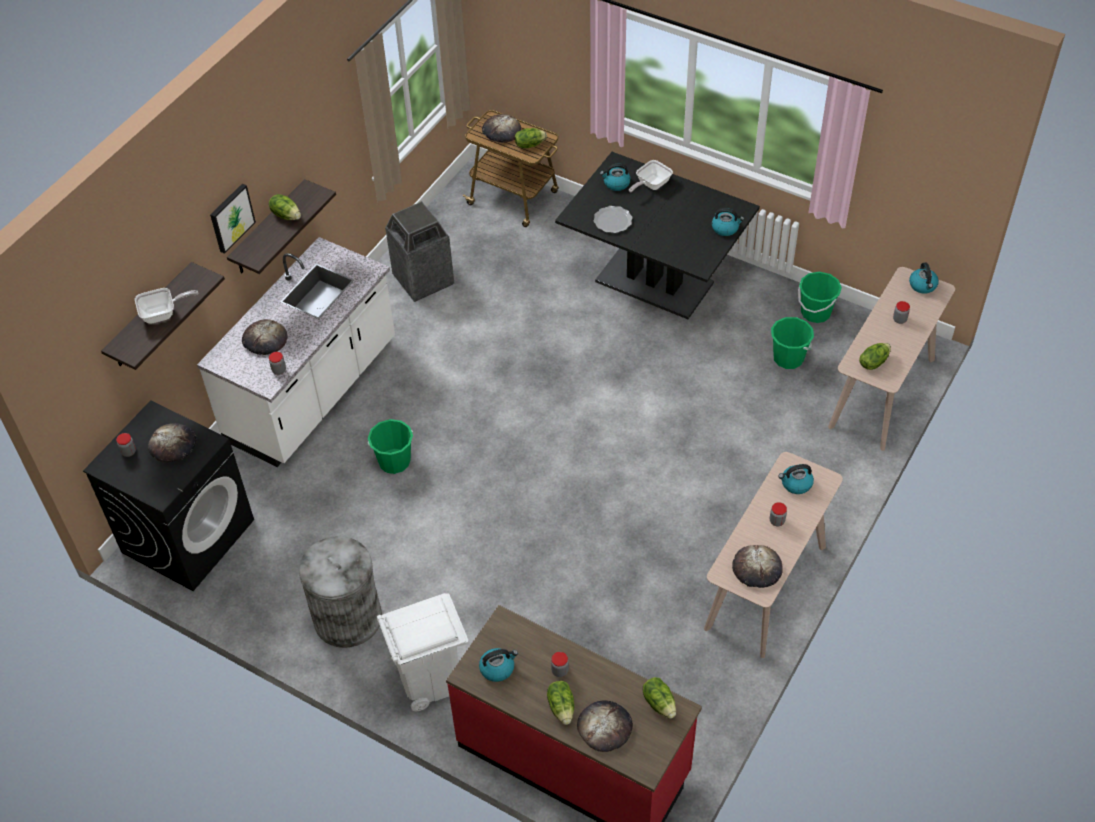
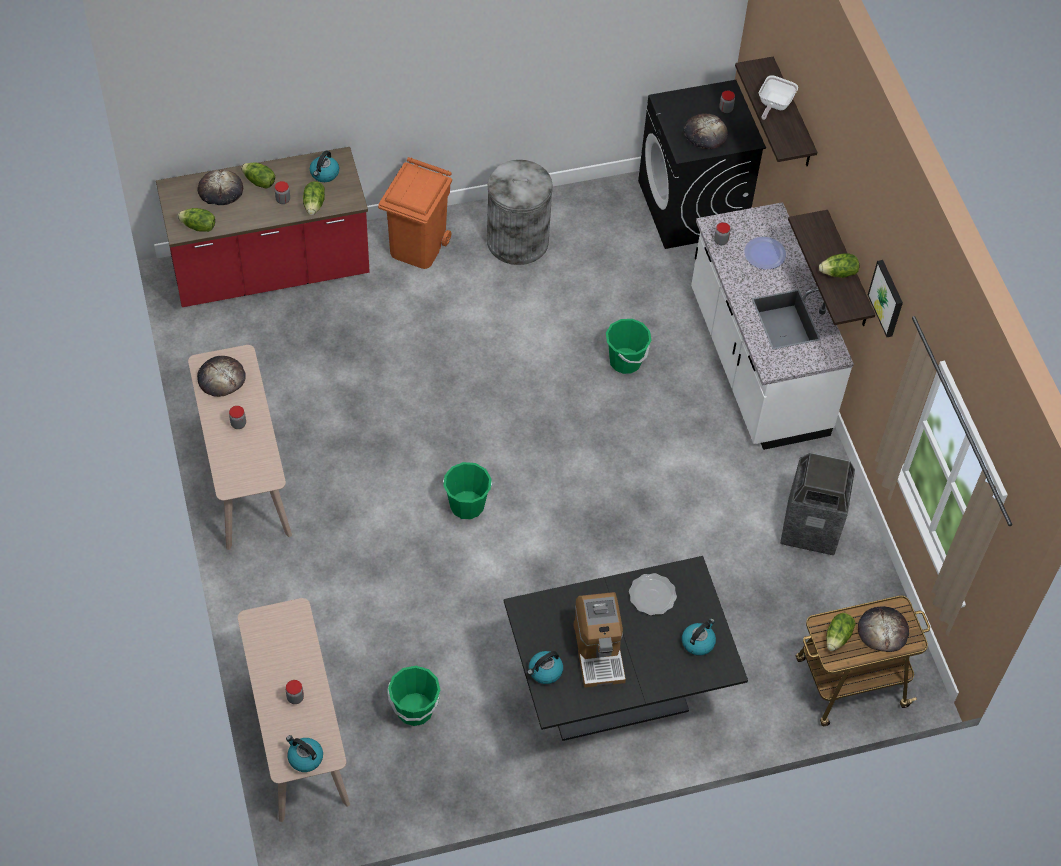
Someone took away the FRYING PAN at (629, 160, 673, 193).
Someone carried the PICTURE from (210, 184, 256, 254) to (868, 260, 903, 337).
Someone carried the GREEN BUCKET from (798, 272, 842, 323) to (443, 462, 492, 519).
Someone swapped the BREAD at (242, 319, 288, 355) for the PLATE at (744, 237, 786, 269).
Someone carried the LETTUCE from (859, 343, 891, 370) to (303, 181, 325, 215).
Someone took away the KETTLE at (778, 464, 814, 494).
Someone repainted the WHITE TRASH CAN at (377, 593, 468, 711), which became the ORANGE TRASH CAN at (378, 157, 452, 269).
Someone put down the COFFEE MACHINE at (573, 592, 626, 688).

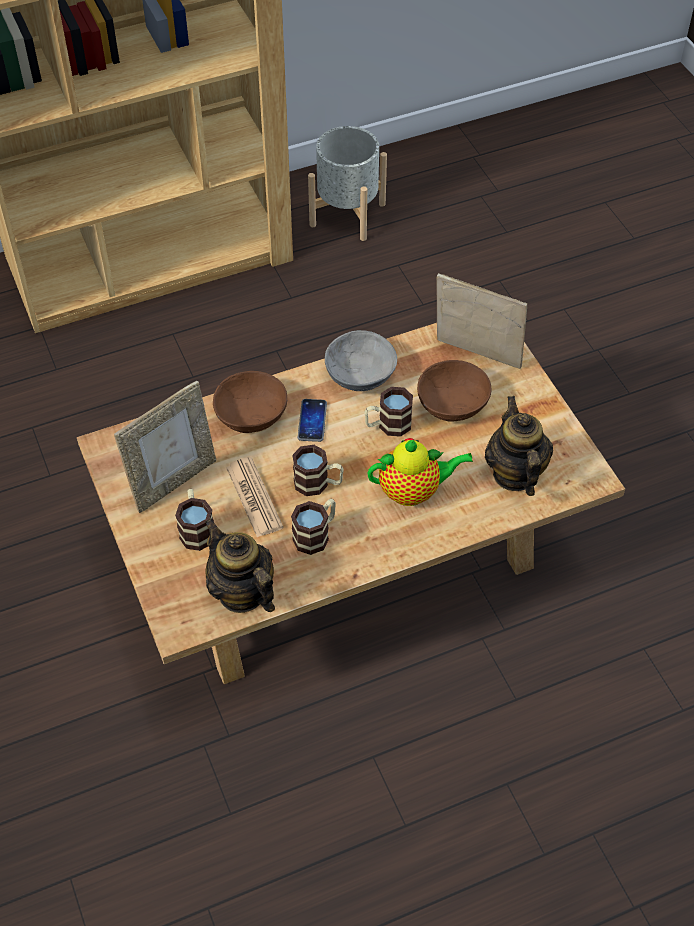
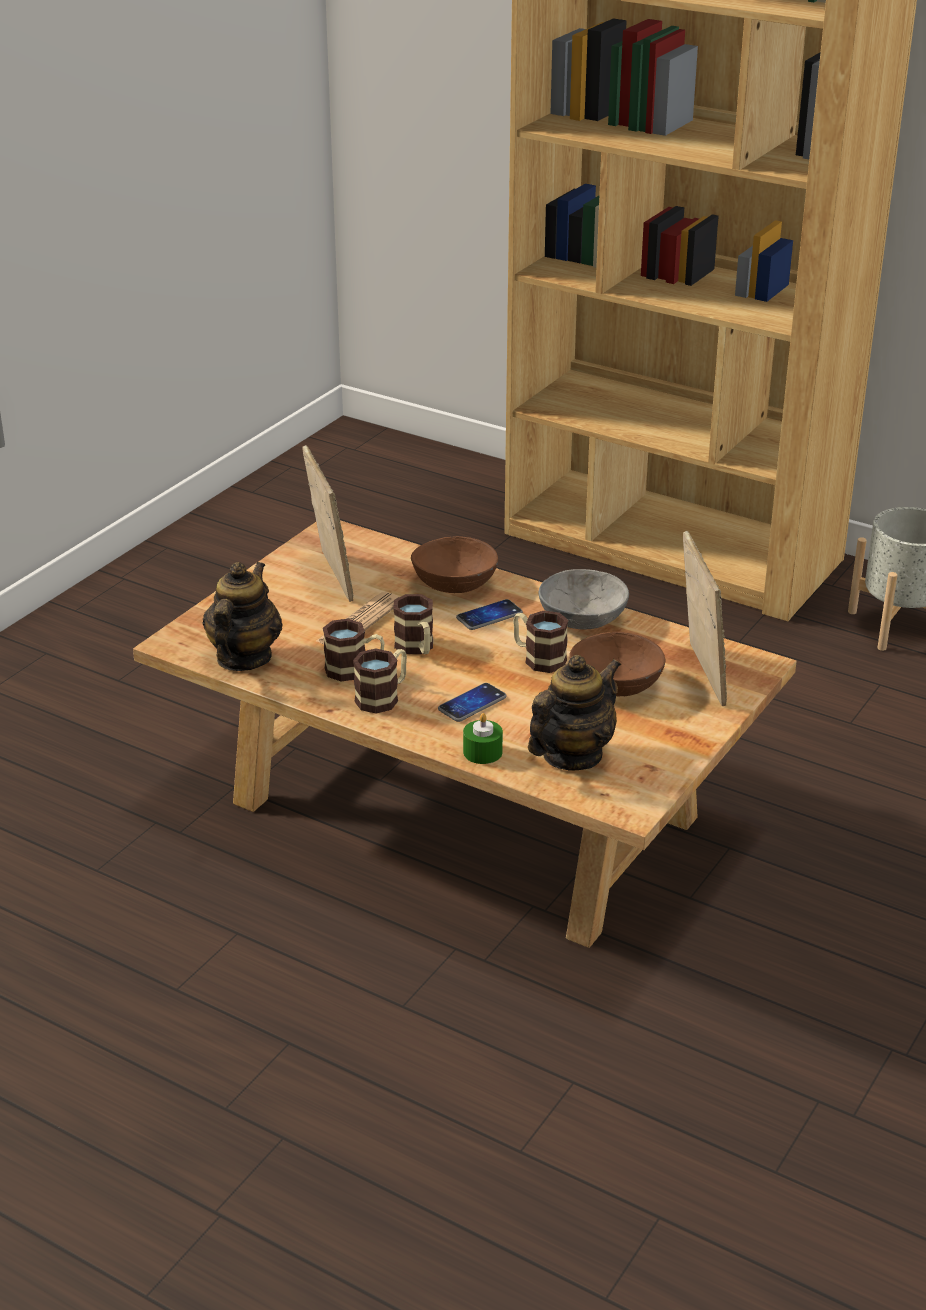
Someone rotated the PICTURE FRAME at (114, 381, 216, 513) by 120 degrees counterclockwise.
Someone swapped the TEAPOT at (367, 438, 473, 506) for the PHONE at (438, 683, 507, 722).
Someone carried the MUG from (175, 489, 214, 551) to (353, 648, 407, 714).
Someone put down the GREEN CANDLE at (463, 713, 503, 764).

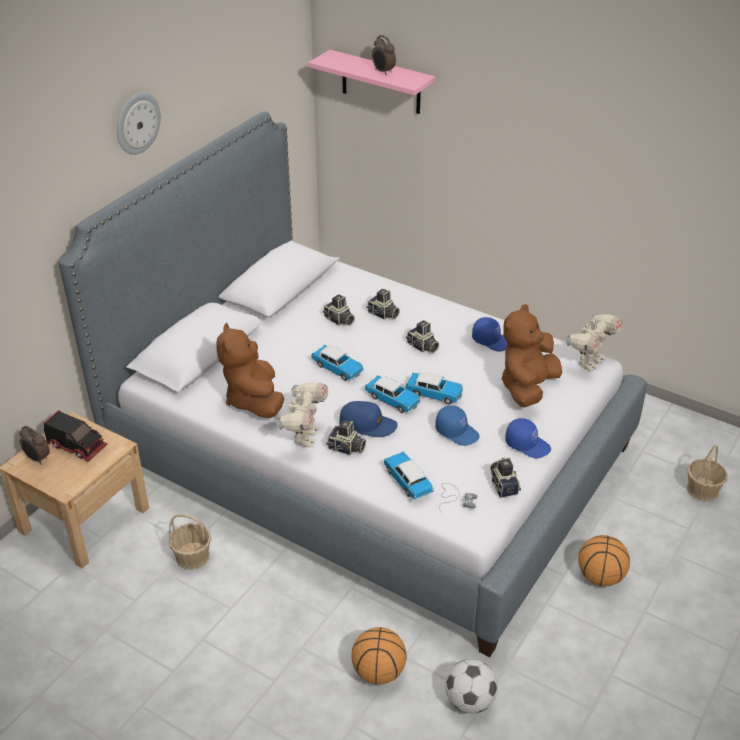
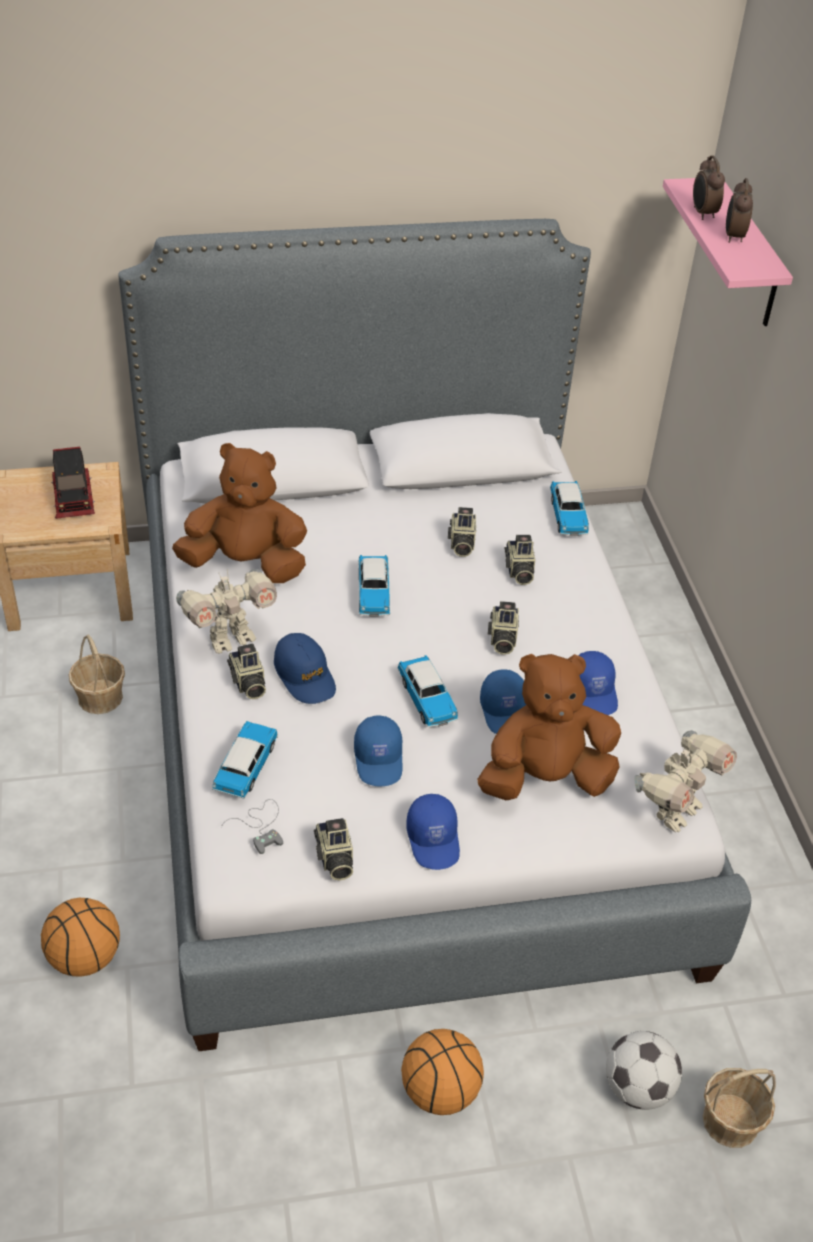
Someone took away the WALL CLOCK at (117, 92, 161, 155).
Someone rotated the TOY ROBOT at (565, 314, 623, 371) by 45 degrees counterclockwise.
Someone rotated the BROWN PLUSH TOY at (216, 323, 284, 418) by 60 degrees clockwise.
Someone carried the TOY CAR from (365, 375, 421, 413) to (550, 481, 589, 536).
Someone carried the ALARM CLOCK from (20, 426, 50, 465) to (693, 156, 725, 220).
Someone rotated the PHOTO CAMERA at (490, 457, 521, 498) by 135 degrees clockwise.
Someone carried the FOOTBALL from (445, 659, 498, 714) to (606, 1031, 682, 1110).
Someone put down the BLUE CAP at (480, 669, 526, 734).

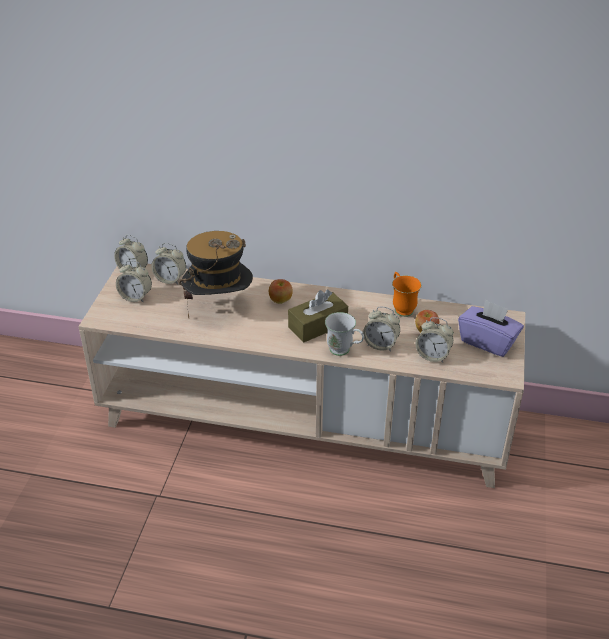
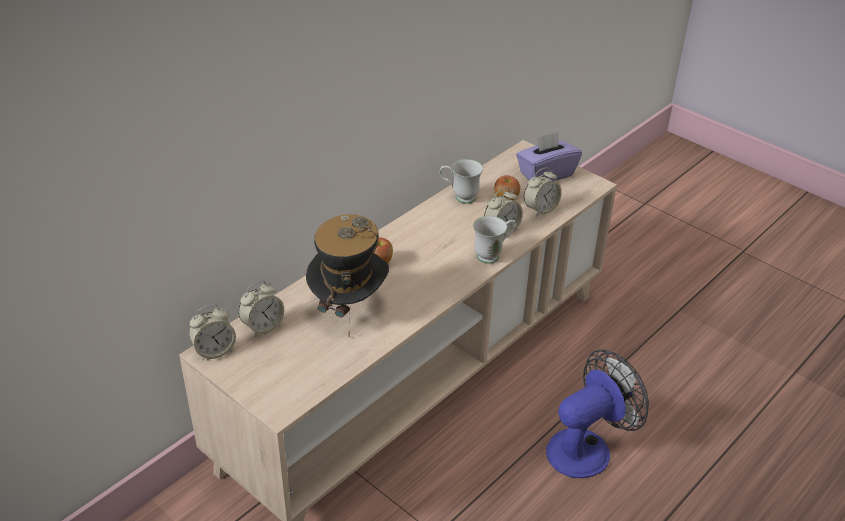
Someone took away the ALARM CLOCK at (116, 260, 152, 303).
Someone repainted the ORANGE MUG at (392, 272, 422, 317), which became the WHITE MUG at (440, 159, 483, 204).
Someone took away the BROWN TISSUE BOX at (288, 290, 348, 343).
Someone put down the FAN at (546, 349, 649, 478).

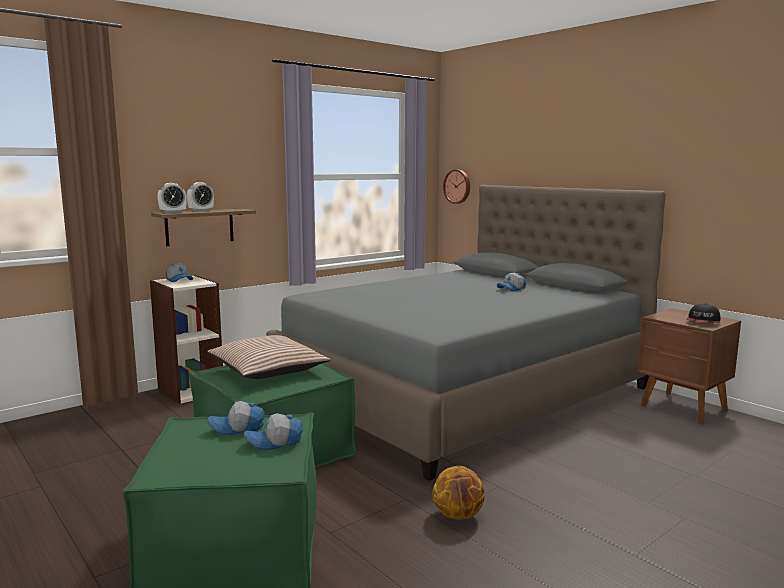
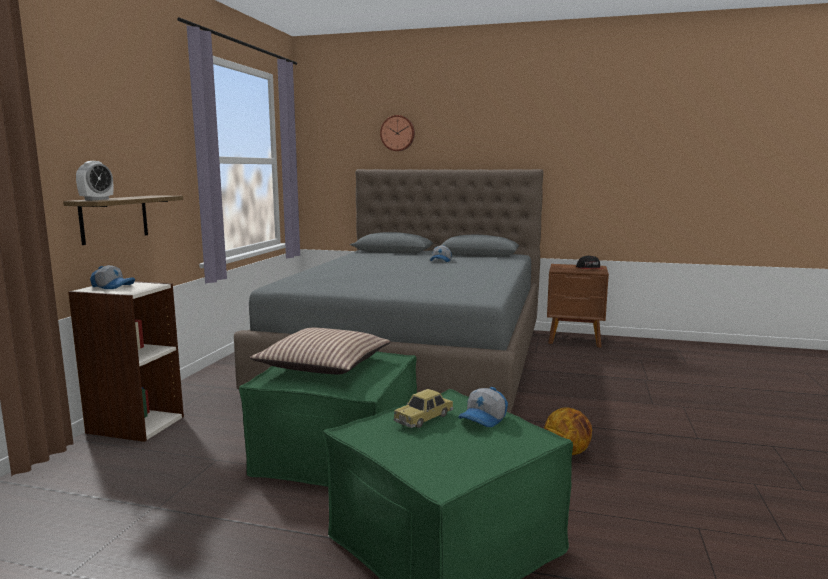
Someone carried the WALL CLOCK from (443, 170, 470, 204) to (380, 115, 415, 151).
Someone took away the ALARM CLOCK at (187, 182, 214, 212).
Someone swapped the CAP at (207, 401, 265, 435) for the TOY CAR at (394, 389, 453, 428).

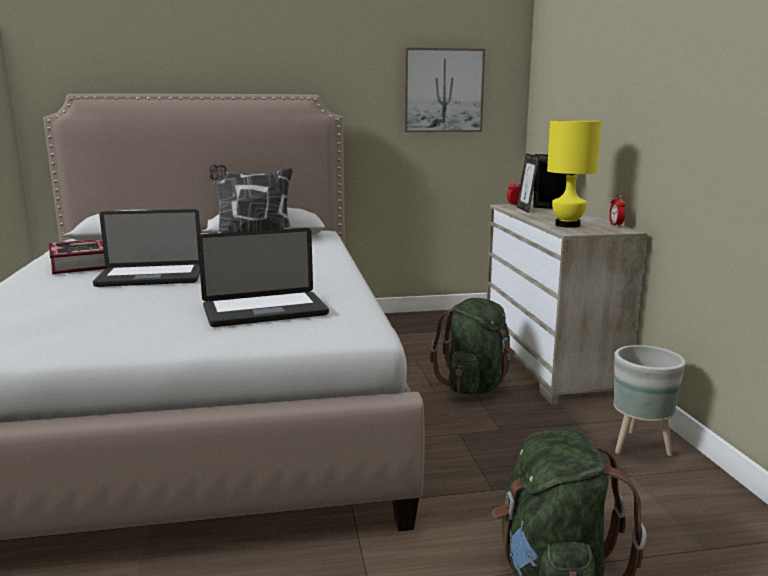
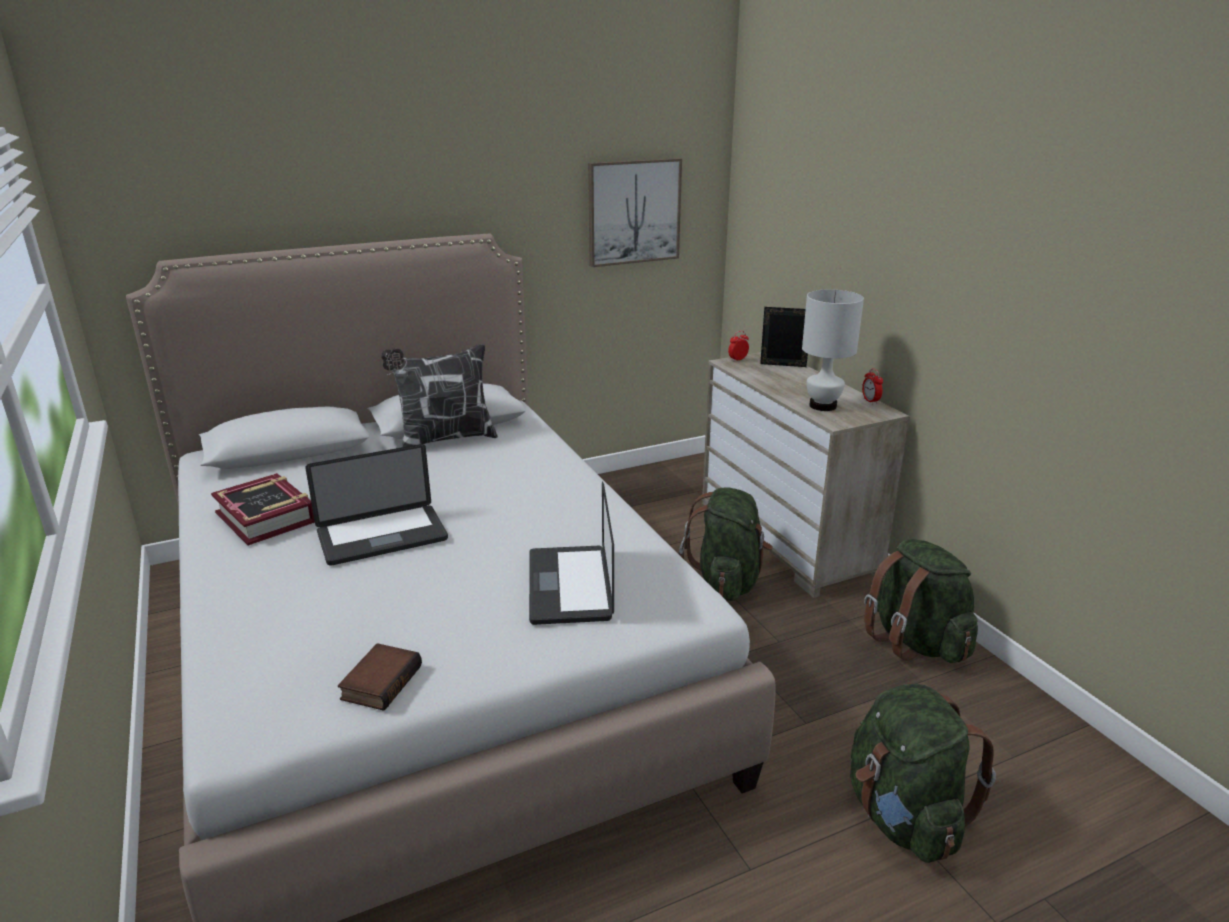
Someone repainted the YELLOW TABLE LAMP at (547, 120, 602, 228), which became the WHITE TABLE LAMP at (802, 289, 864, 411).
Someone took away the PICTURE FRAME at (517, 154, 539, 213).
Someone rotated the LAPTOP at (197, 228, 329, 327) by 120 degrees clockwise.
Someone swapped the GREY PLANTER at (613, 345, 686, 456) for the GREEN BACKPACK at (864, 539, 978, 663).
Someone put down the BOOK at (338, 643, 422, 711).

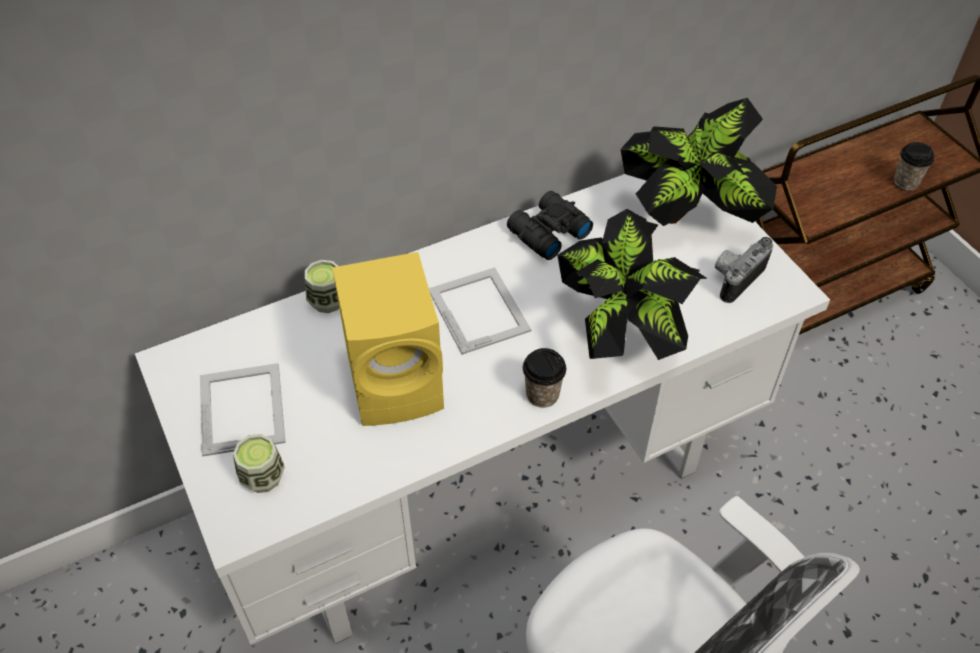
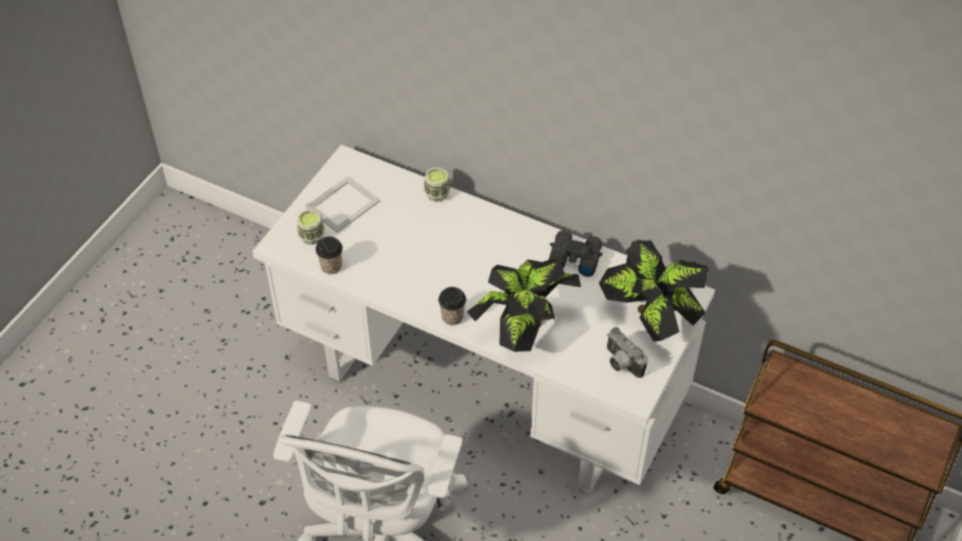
Someone carried the CUP from (894, 142, 934, 190) to (315, 236, 343, 274).
Someone rotated the PHOTO CAMERA at (715, 237, 773, 303) by 135 degrees counterclockwise.
Someone took away the YELLOW SPEAKER at (332, 252, 444, 426).
Someone took away the PICTURE FRAME at (429, 267, 531, 355).

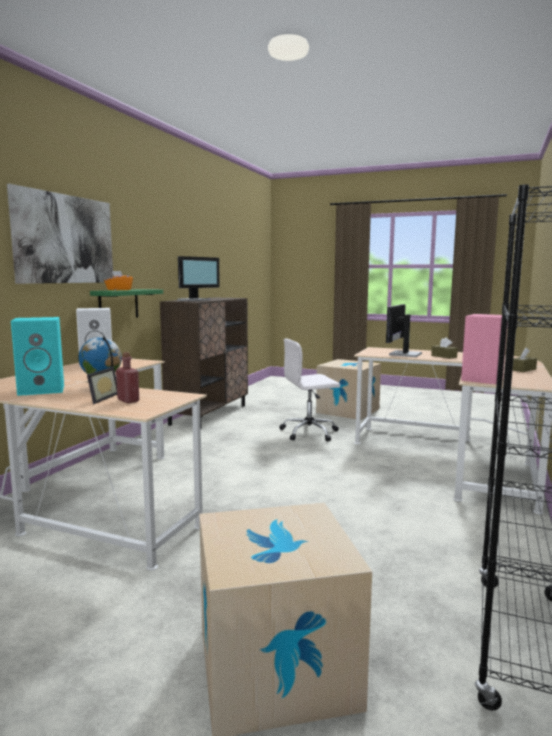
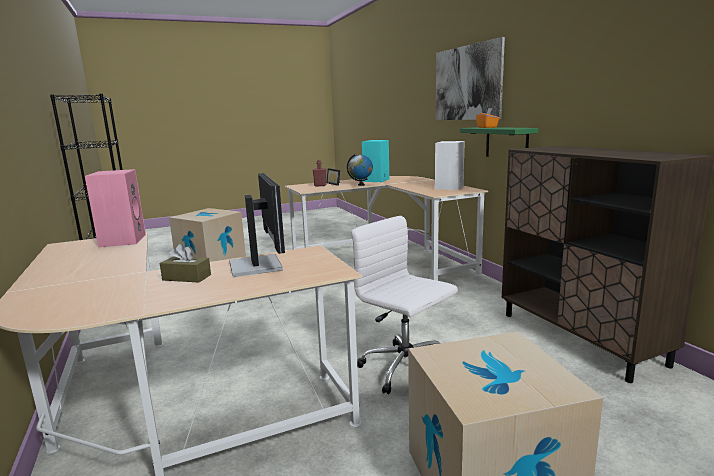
Someone took away the MONITOR at (177, 256, 220, 301).
Someone rotated the WHITE OFFICE CHAIR at (279, 339, 340, 442) by 75 degrees counterclockwise.
Someone took away the BROWN TISSUE BOX at (512, 348, 537, 372).

